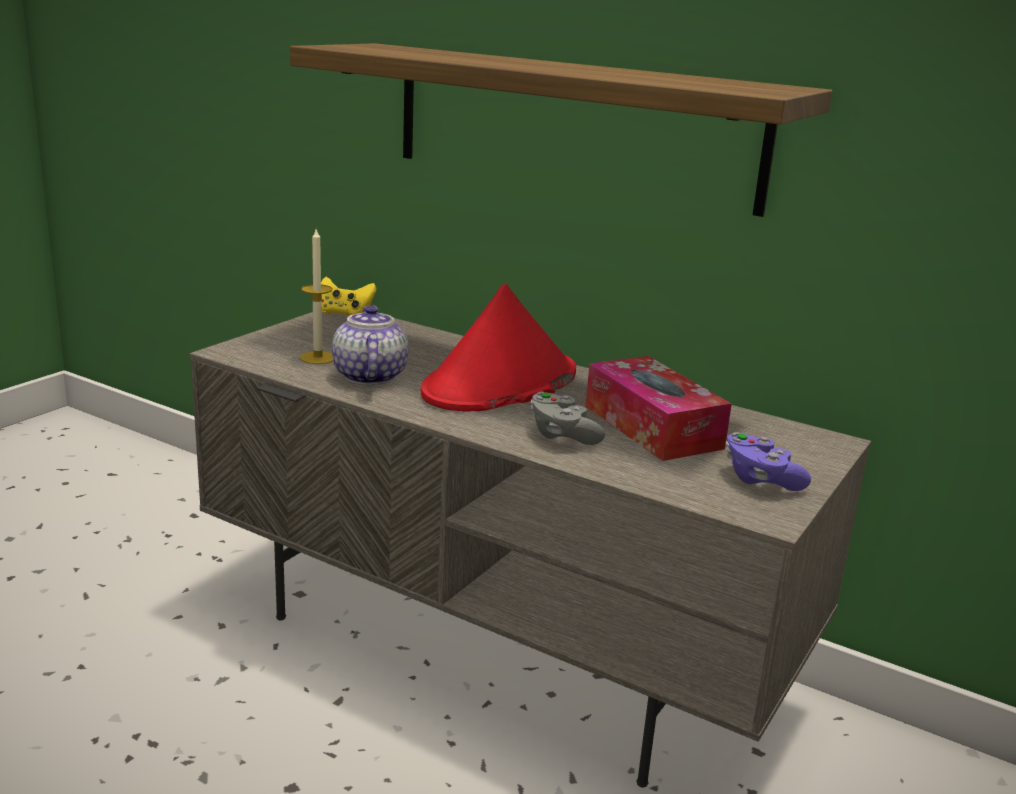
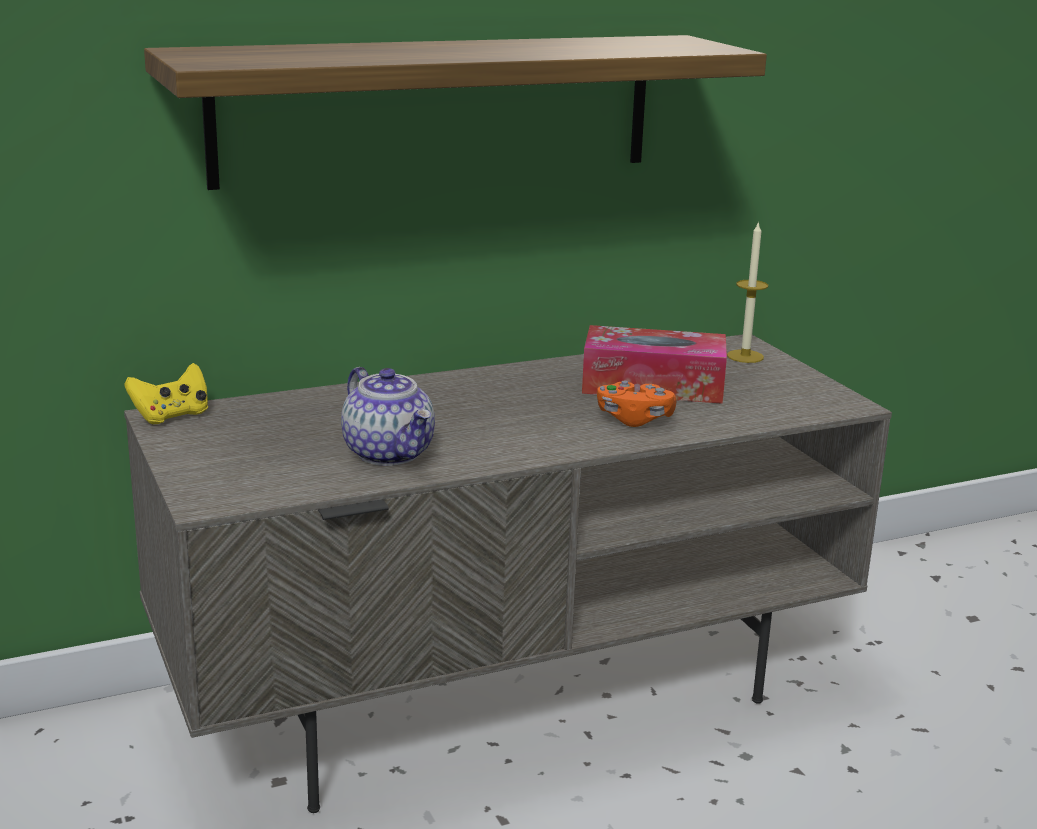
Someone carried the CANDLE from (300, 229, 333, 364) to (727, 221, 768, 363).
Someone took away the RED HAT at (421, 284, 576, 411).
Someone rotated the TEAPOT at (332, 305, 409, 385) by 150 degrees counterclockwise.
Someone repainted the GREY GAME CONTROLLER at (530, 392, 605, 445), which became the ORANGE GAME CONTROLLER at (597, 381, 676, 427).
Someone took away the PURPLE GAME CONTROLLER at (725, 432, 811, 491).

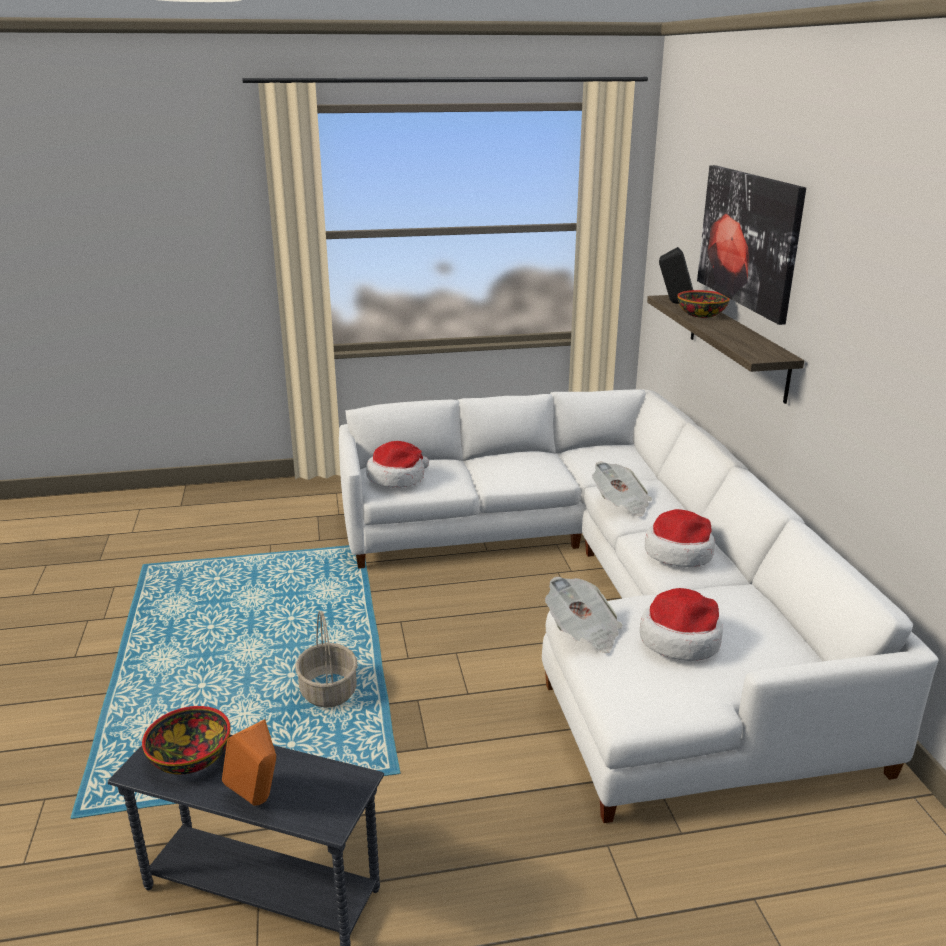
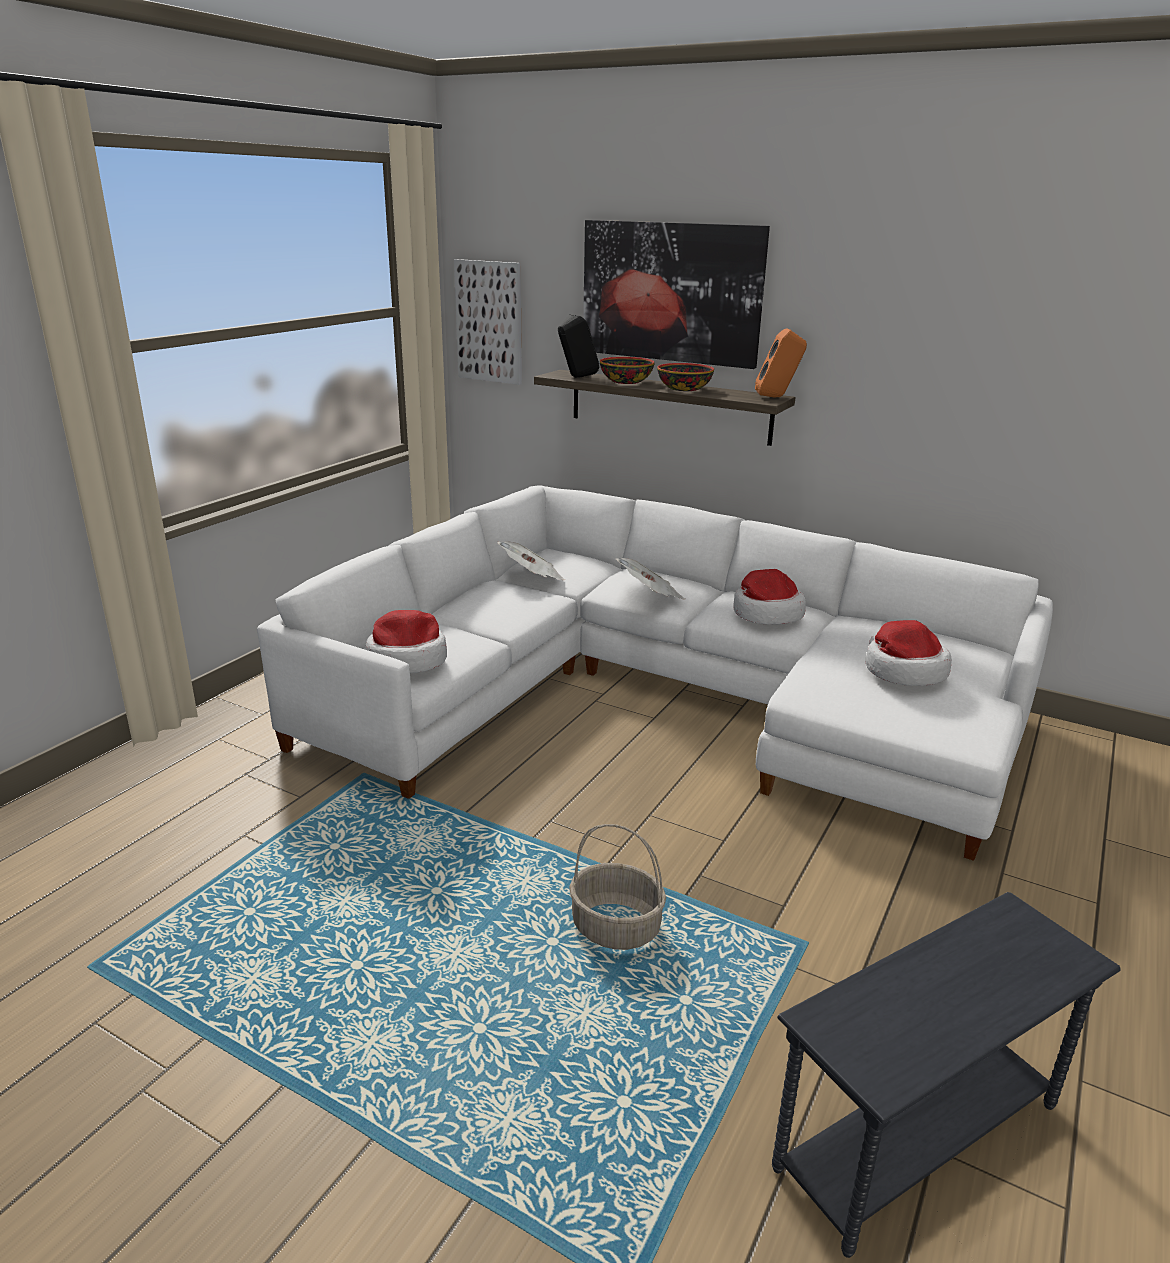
Someone carried the NEWSPAPER from (545, 576, 622, 653) to (497, 541, 565, 580).
Someone carried the BOWL from (142, 706, 231, 775) to (657, 363, 714, 391).
Someone carried the ORANGE SPEAKER from (222, 719, 276, 806) to (755, 328, 807, 398).
Someone put up the PICTURE at (454, 259, 522, 385).

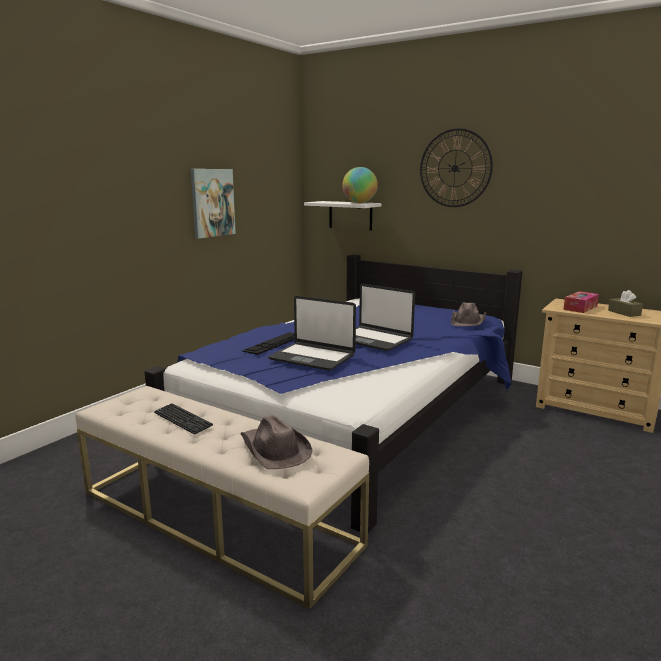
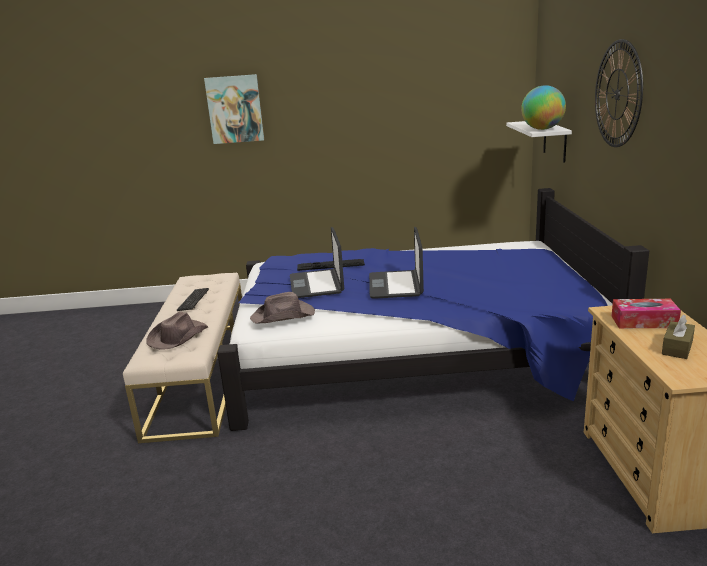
Someone carried the PICTURE from (191, 169, 236, 239) to (204, 74, 264, 144).
Someone carried the BROWN HAT from (451, 303, 487, 326) to (250, 292, 315, 324).

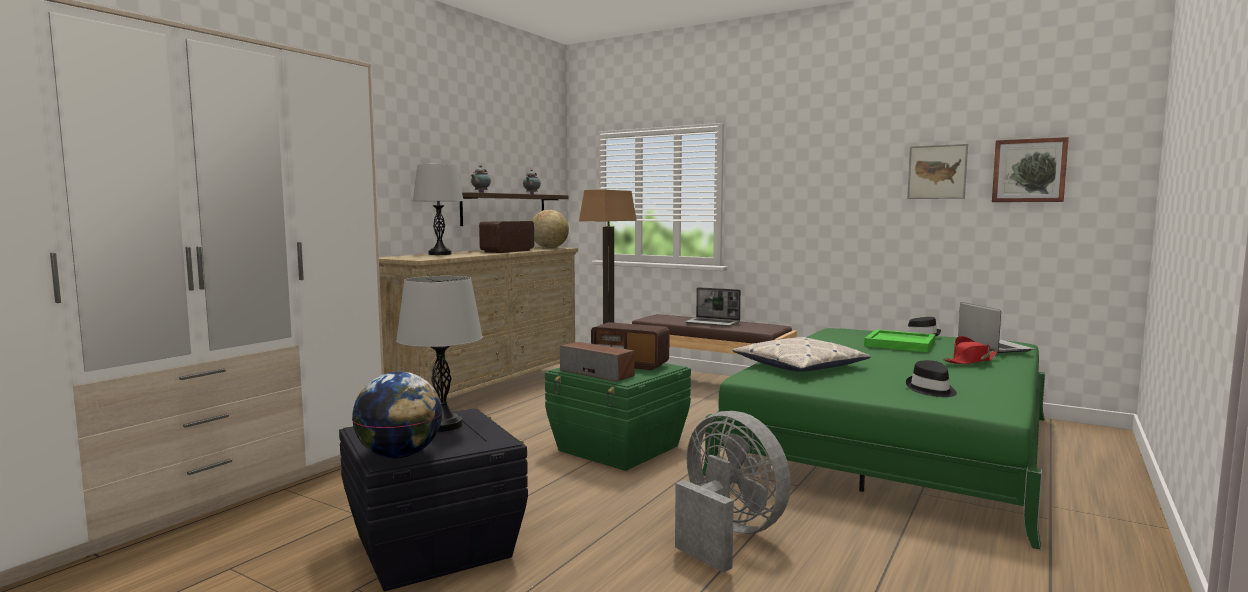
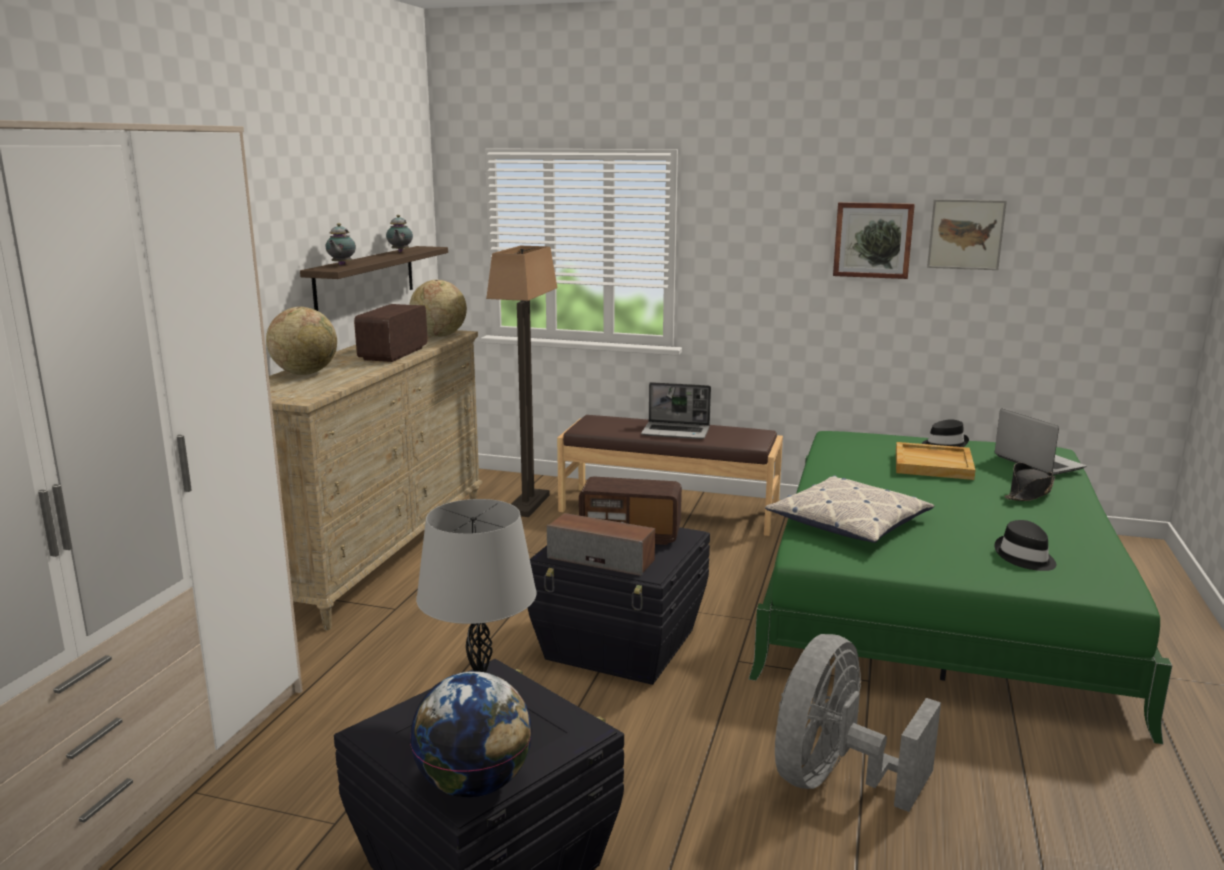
Someone carried the PICTURE from (992, 137, 1069, 202) to (833, 202, 915, 279).
Someone swapped the GREY TABLE LAMP at (413, 164, 464, 255) for the GLOBE at (266, 307, 337, 375).
Someone repainted the GREEN TRAY at (864, 329, 936, 352), which became the BEIGE TRAY at (896, 442, 976, 480).
Someone repainted the RED HAT at (943, 336, 998, 364), which became the BLACK HAT at (1005, 463, 1056, 501).
Someone repainted the GREEN STORAGE BOX at (545, 363, 691, 471), which became the BLACK STORAGE BOX at (528, 527, 710, 685).
Someone rotated the GREY FAN at (675, 411, 791, 573) by 90 degrees counterclockwise.

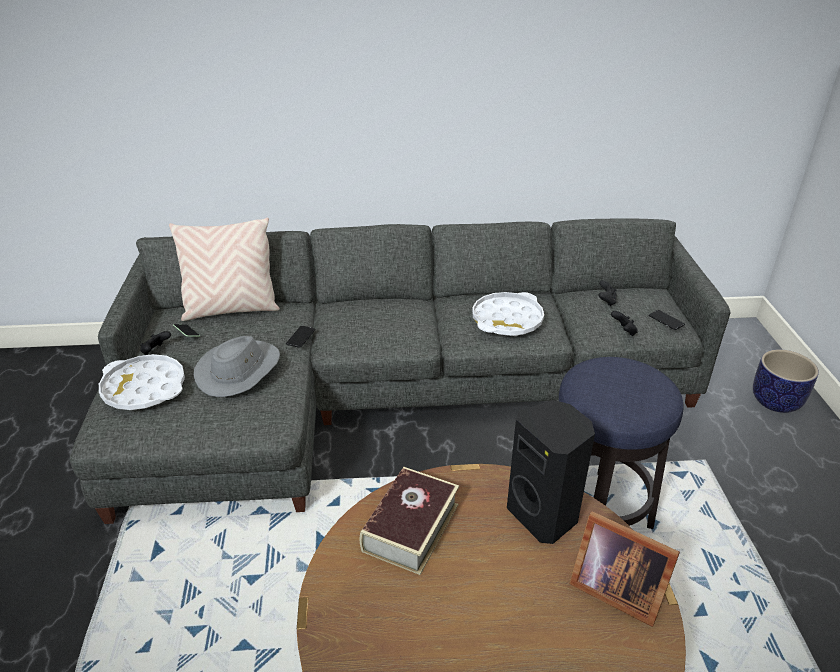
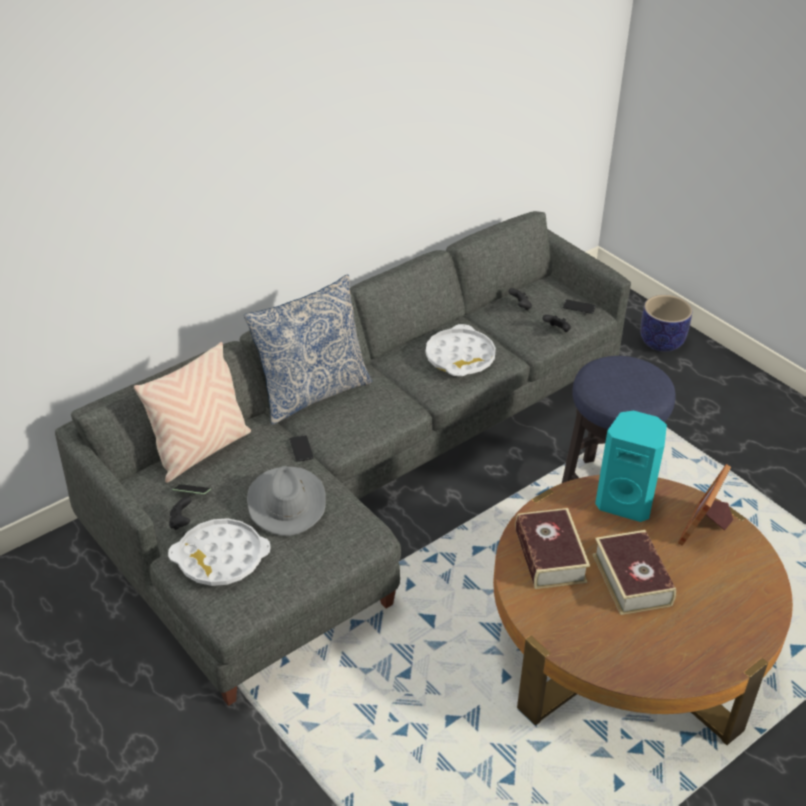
Someone repainted the BLACK SPEAKER at (507, 400, 595, 544), which became the TURQUOISE SPEAKER at (595, 411, 667, 522).
Someone rotated the PICTURE FRAME at (569, 511, 680, 627) by 120 degrees clockwise.
Someone put down the PILLOW at (244, 274, 372, 425).
Someone put down the BOOK at (593, 530, 676, 615).

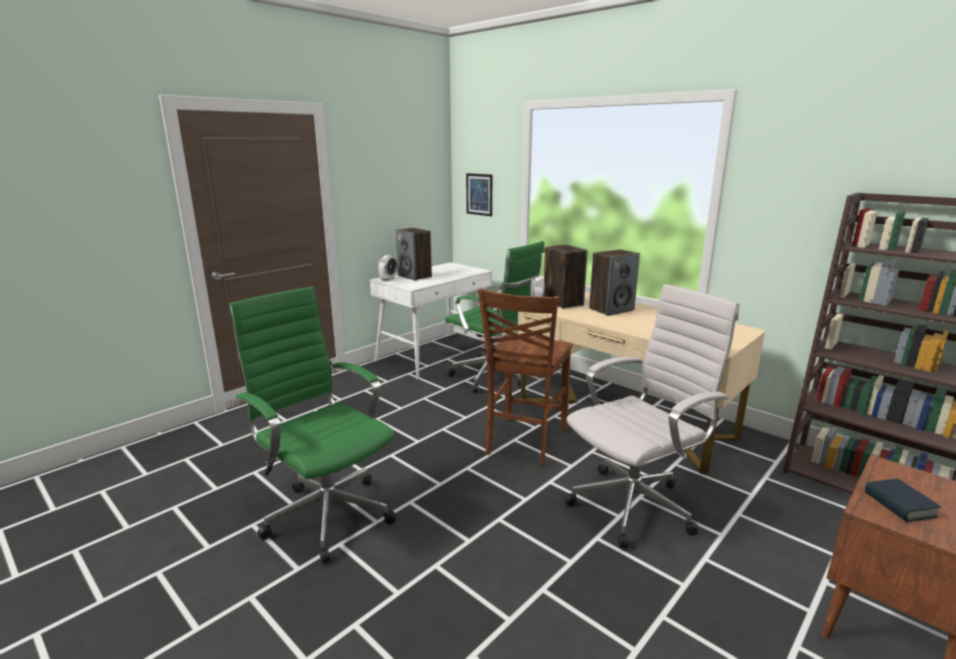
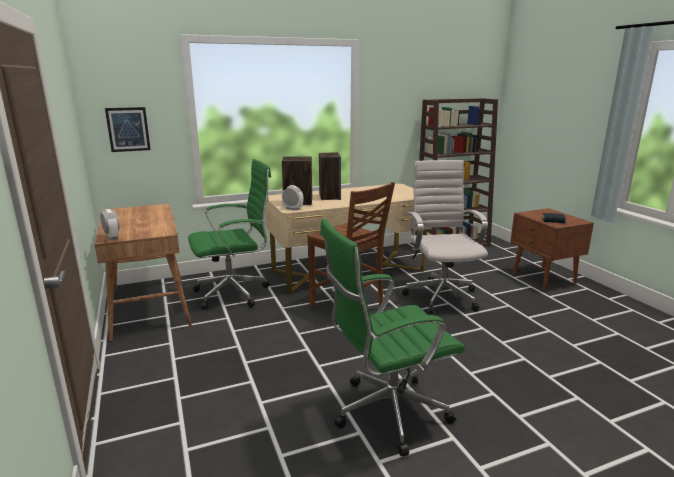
Someone took away the SPEAKER at (396, 228, 432, 280).
Someone repainted the WHITE DESK at (370, 262, 492, 380), which became the BROWN DESK at (94, 203, 192, 341).

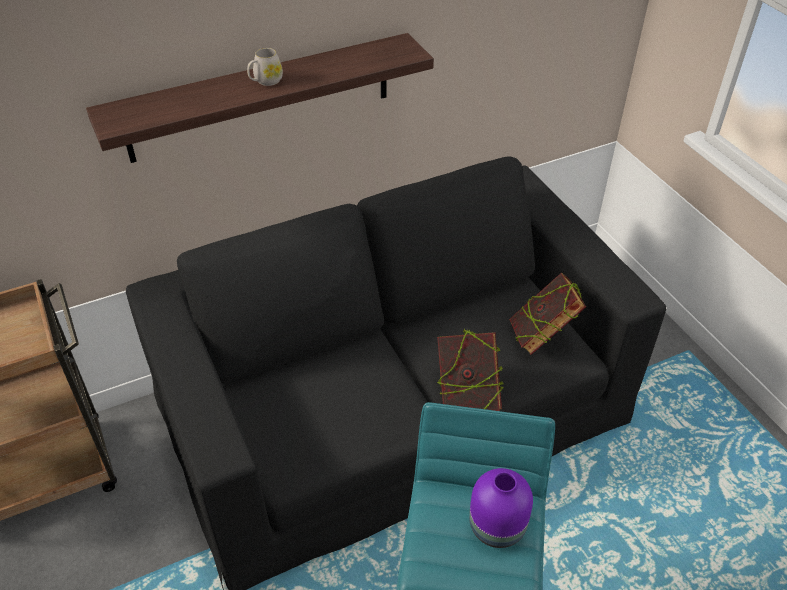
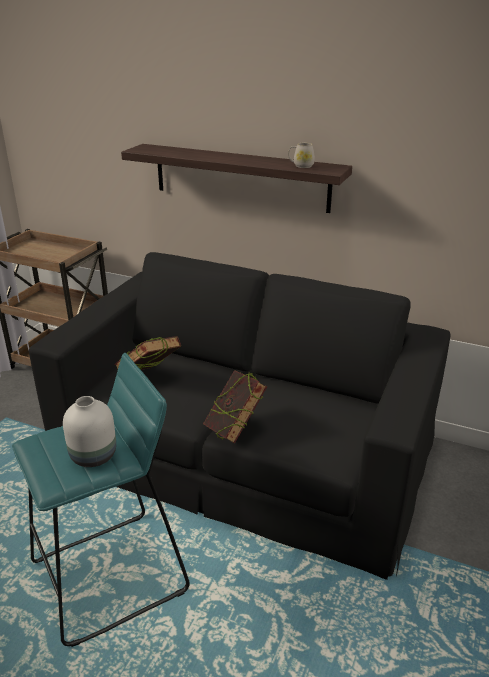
Someone carried the WHITE MUG from (247, 48, 283, 86) to (288, 143, 315, 168).
Someone carried the BOOK from (509, 273, 586, 355) to (114, 336, 181, 370).
Someone repainted the PURPLE VASE at (469, 468, 533, 548), which became the WHITE VASE at (63, 396, 116, 467).

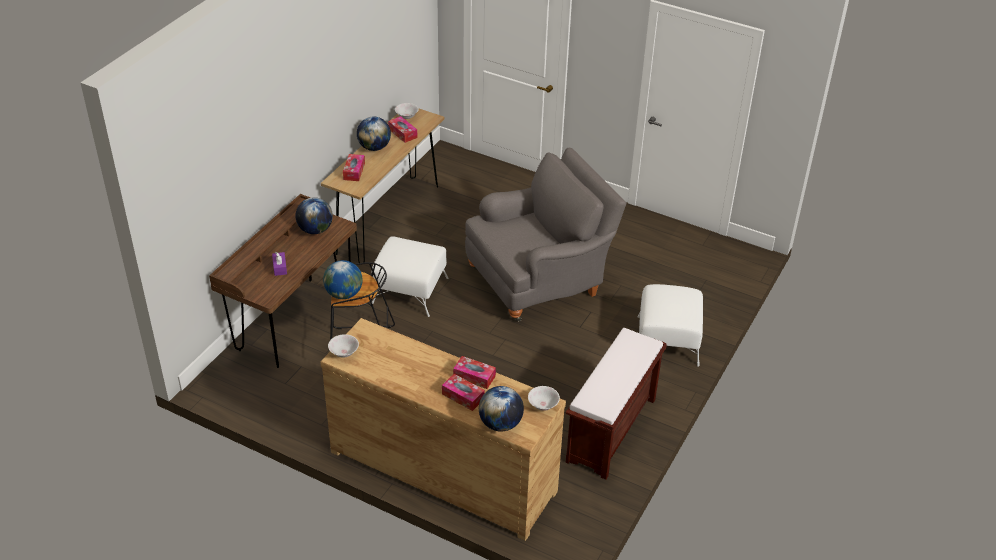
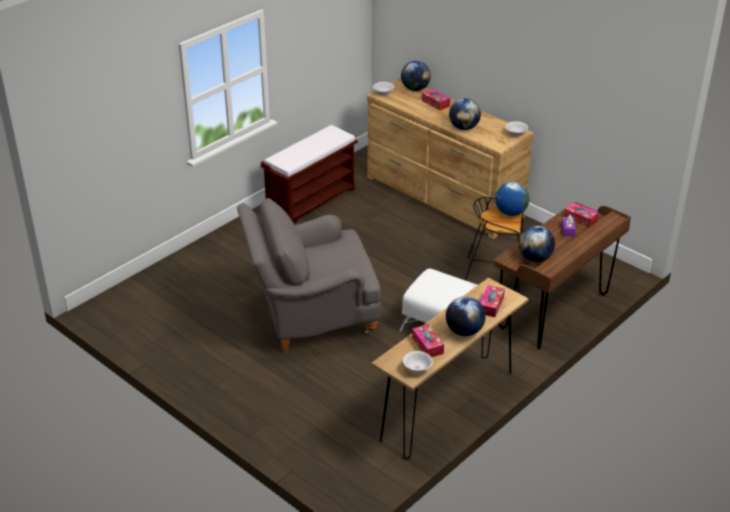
Someone took away the WHITE OTTOMAN at (637, 284, 703, 367).
Someone carried the TISSUE BOX from (453, 356, 496, 389) to (564, 202, 599, 228).
Someone put down the GLOBE at (449, 98, 481, 130).

